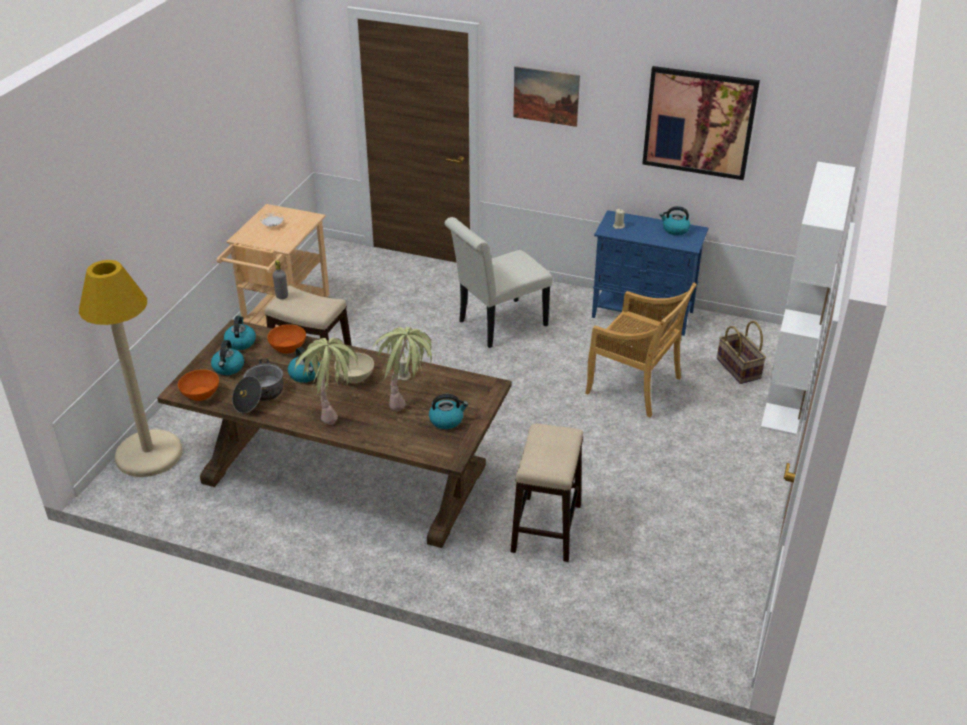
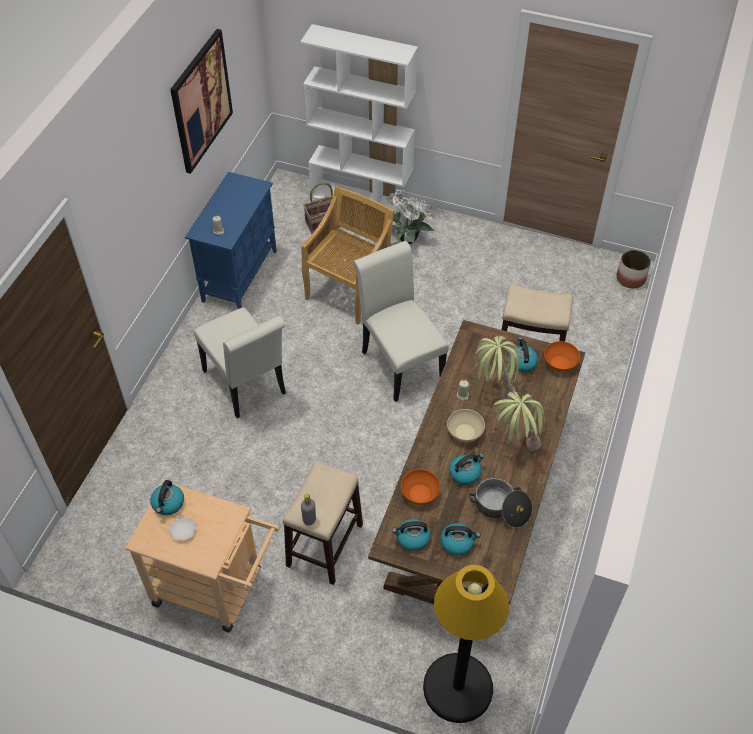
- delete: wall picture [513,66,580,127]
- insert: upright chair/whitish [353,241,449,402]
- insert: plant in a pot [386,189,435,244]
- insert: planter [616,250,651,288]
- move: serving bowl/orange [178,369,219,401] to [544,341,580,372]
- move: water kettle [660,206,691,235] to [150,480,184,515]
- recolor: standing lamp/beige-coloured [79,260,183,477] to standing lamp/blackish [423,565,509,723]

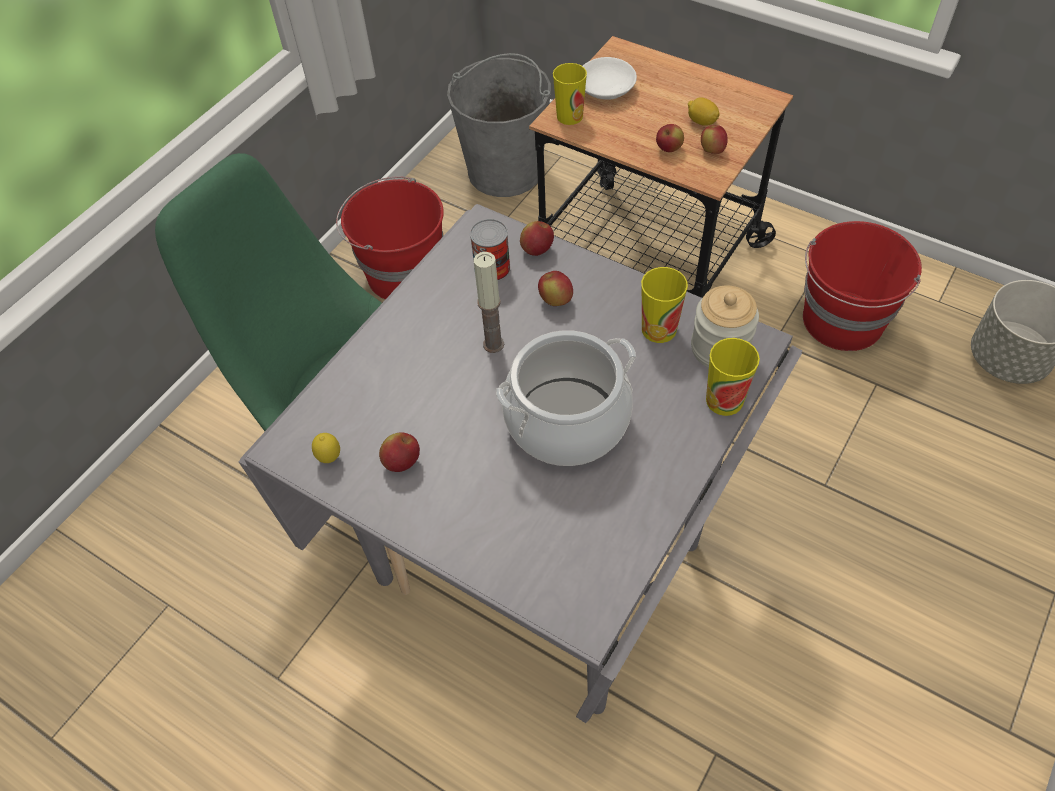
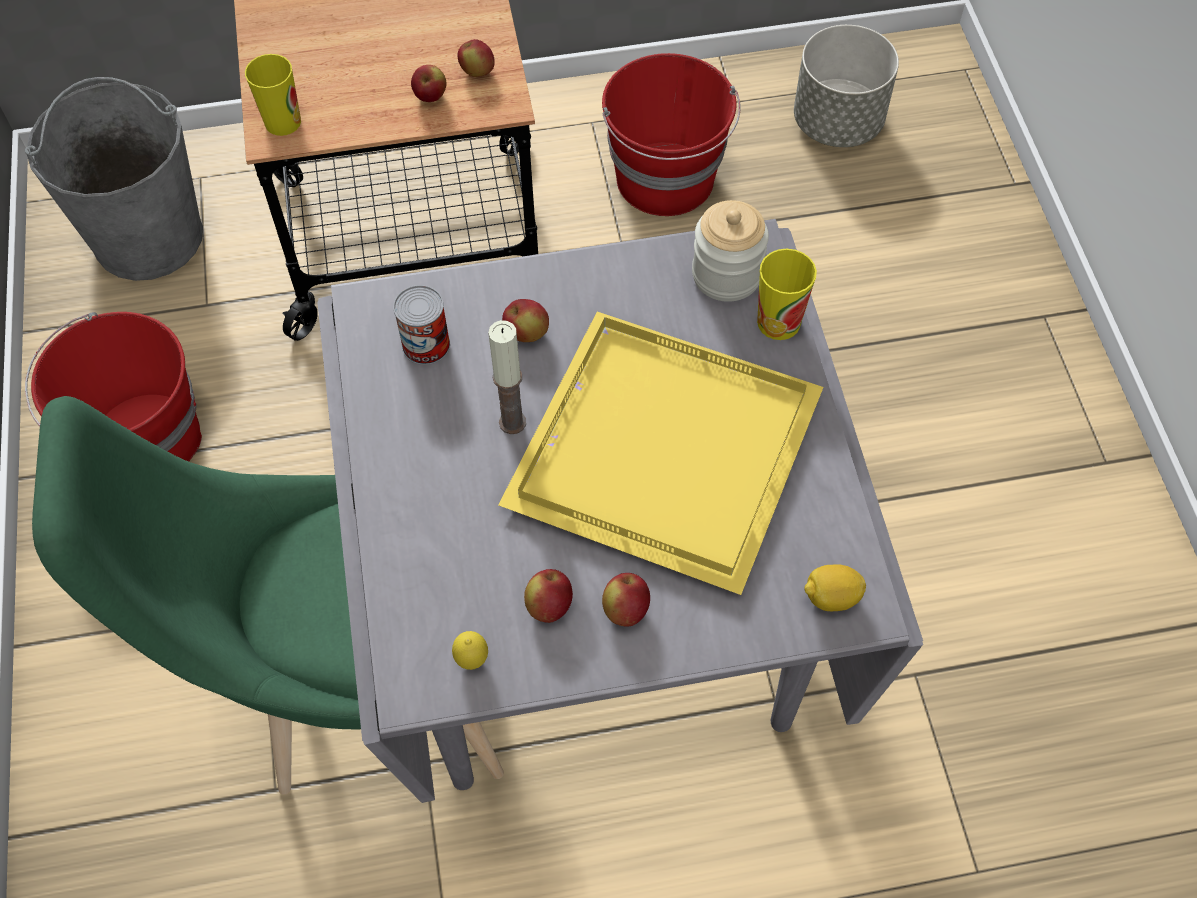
- delete: serving bowl/whitish [583,57,637,100]
- delete: small cup [641,267,688,343]
- move: whole apple [520,221,554,256] to [602,573,650,626]
- move: whole lemon [688,97,720,126] to [804,564,866,611]
- replace: stockpot [496,330,636,466] to carrying tray/yellowish [499,312,823,595]

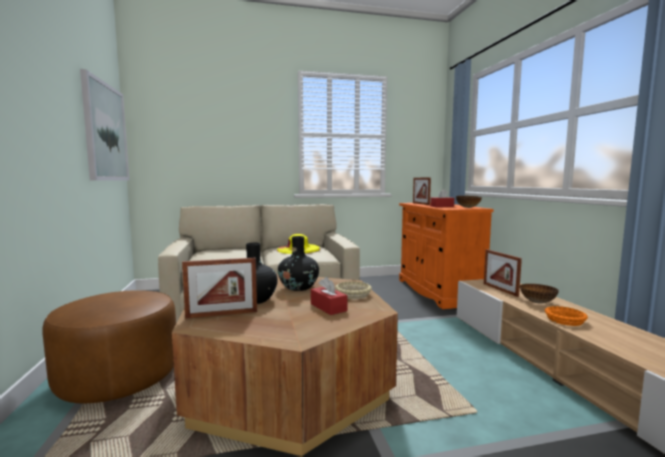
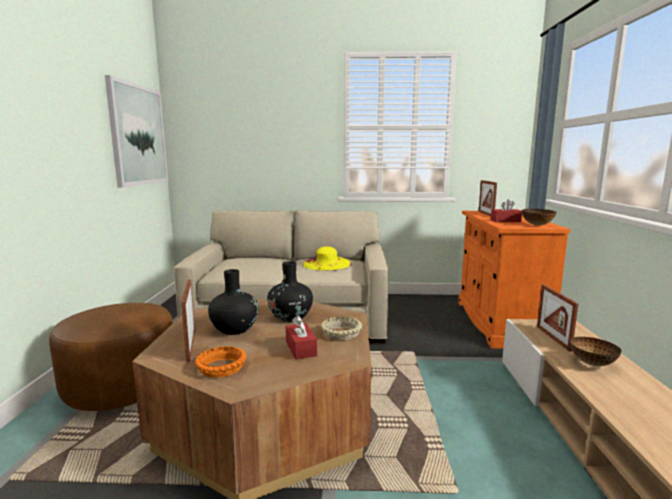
- move: serving bowl/orange [545,306,588,326] to [195,346,246,378]
- rotate: photo frame [182,258,257,319] = [181,280,195,361] 75 degrees clockwise

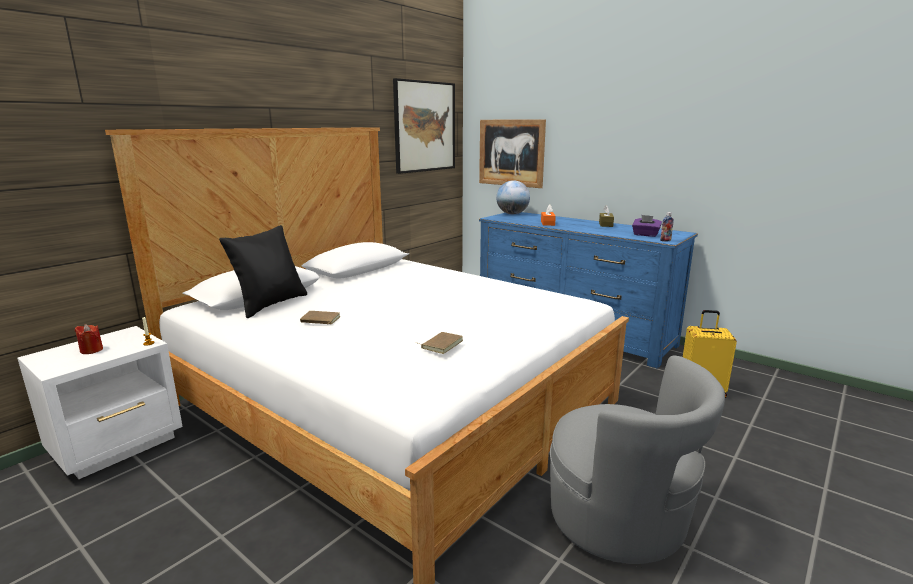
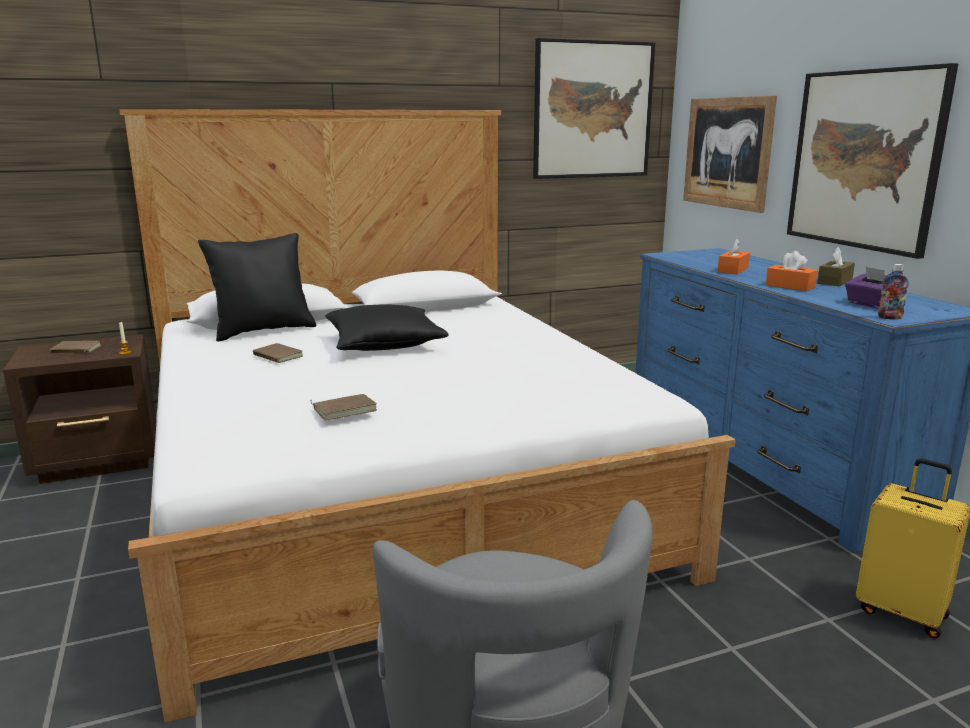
- delete: globe [496,180,530,214]
- insert: throw pillow/blackish [325,304,449,351]
- insert: tissue holder/orange [766,251,818,291]
- insert: wall picture [787,63,958,259]
- replace: candle/red-coloured [75,324,103,354] to bound book/brownish [50,341,101,353]
- recolor: night table/whitish [17,326,183,479] to night table/brownish [3,334,156,484]

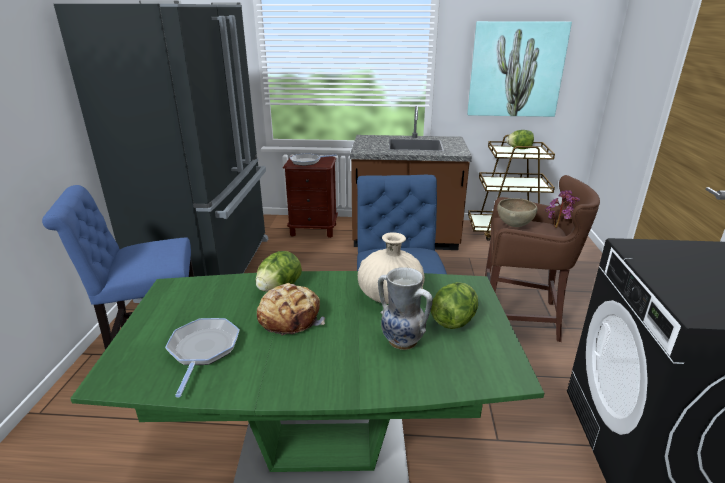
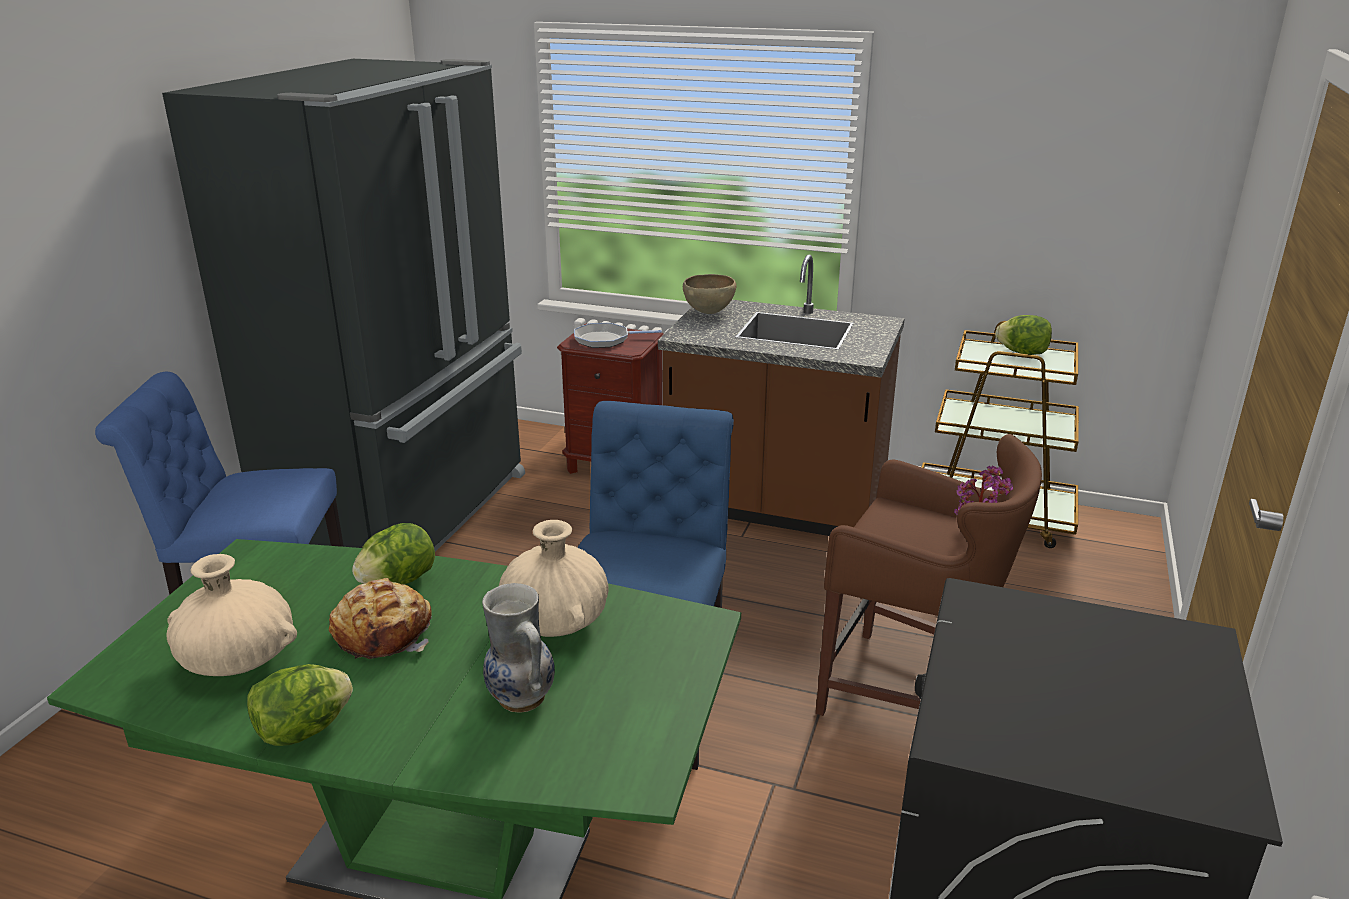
- delete: wall picture [467,21,572,117]
- move: lettuce [431,282,478,329] to [247,664,353,746]
- move: serving bowl/brownish [497,198,537,227] to [683,274,736,314]
- replace: frying pan [165,318,239,397] to flower vase/beige-coloured [166,554,297,676]

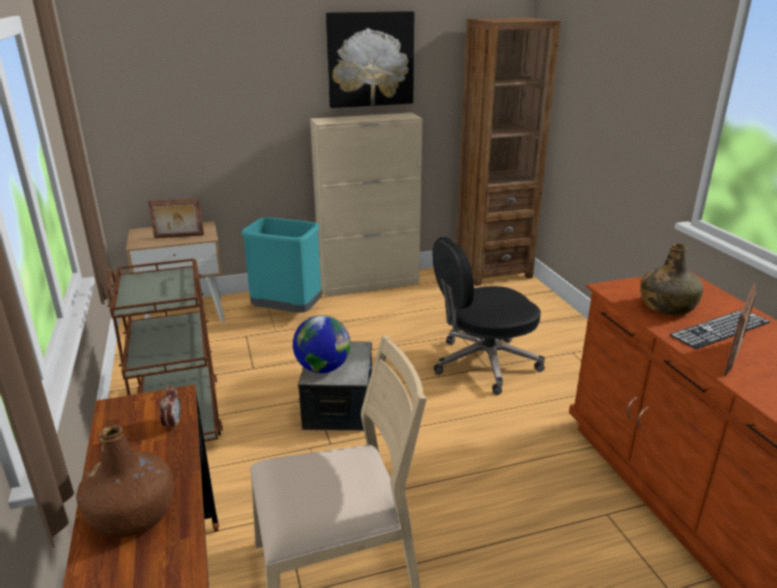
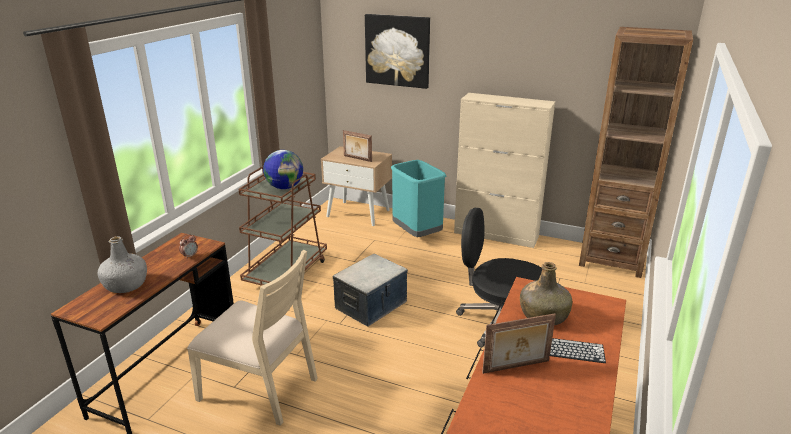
- move: globe [293,315,351,373] to [263,150,303,189]
- move: wall picture [326,11,414,108] to [365,14,430,89]
- recolor: bottle/brownish [76,425,174,537] to bottle/gray [97,236,147,293]

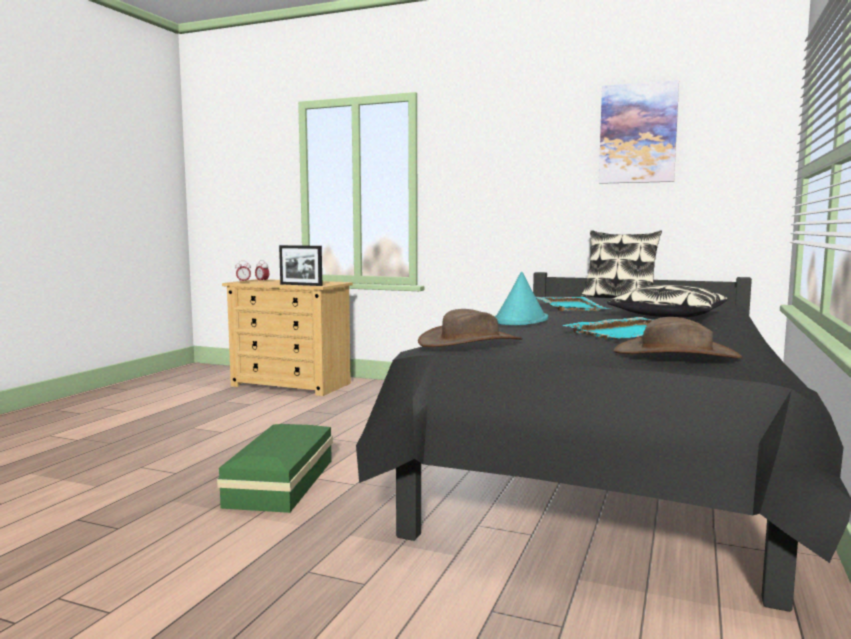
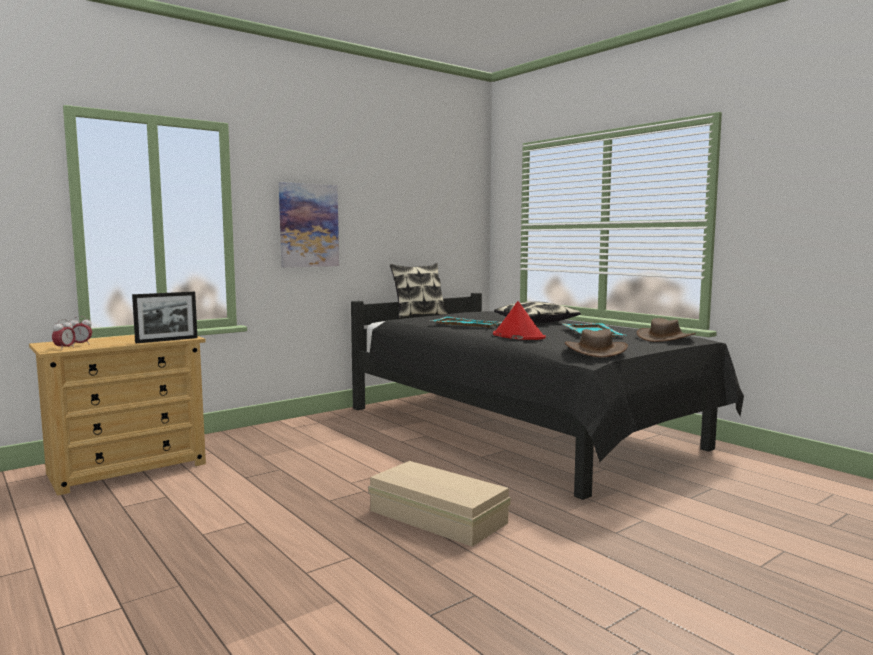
- move: wall picture [599,80,679,184] to [279,182,339,268]
- recolor: storage bin/greenish [217,424,333,513] to storage bin/beige-coloured [368,461,510,547]
- recolor: hat/turquoise [495,272,548,325] to hat/red-coloured [493,301,546,340]

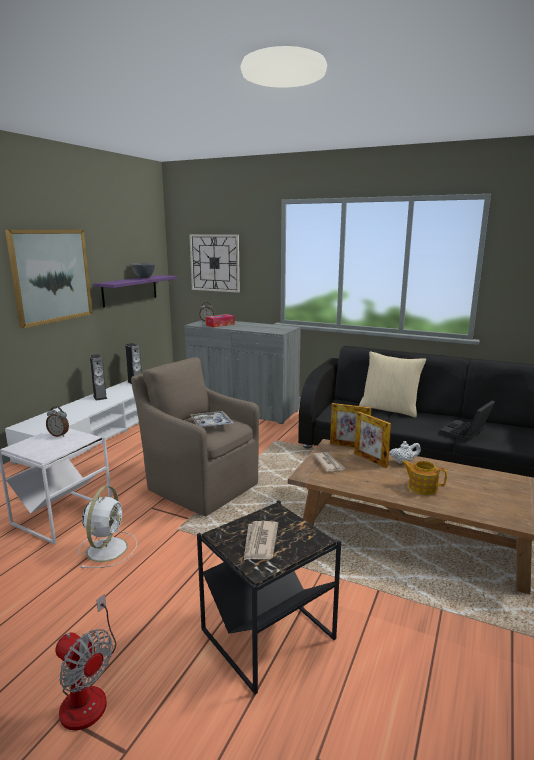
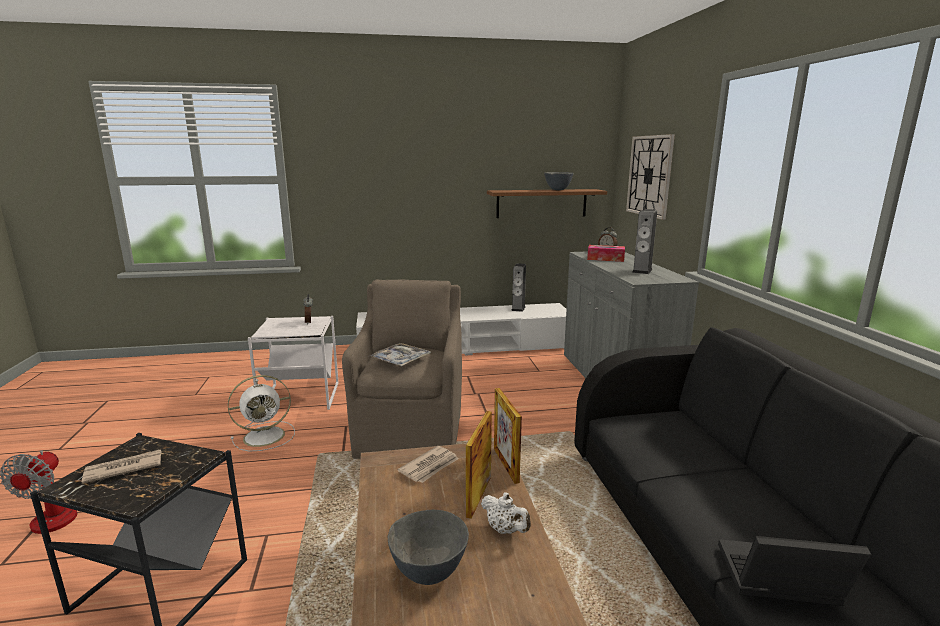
- delete: wall picture [5,230,93,328]
- delete: throw pillow/beige-coloured [359,351,426,418]
- move: speaker [90,354,107,401] to [632,209,657,274]
- replace: teapot [402,460,447,495] to serving bowl/gray [388,510,469,585]
- recolor: bracket shelf/purplish [94,275,177,308] to bracket shelf/brownish [487,189,607,218]

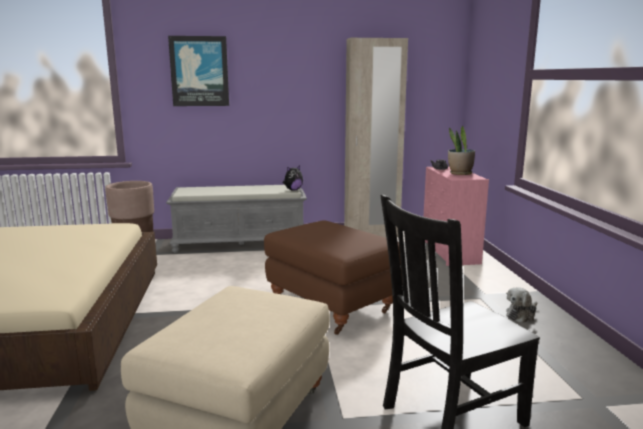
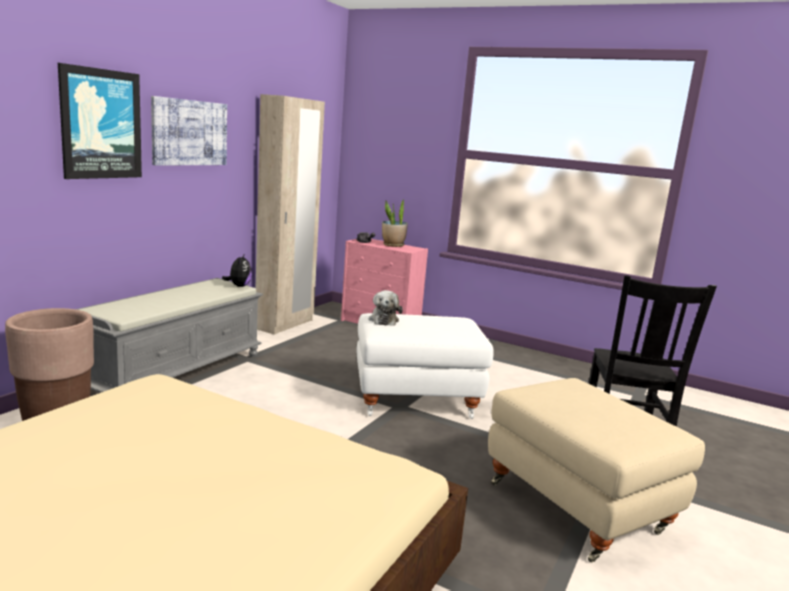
- insert: wall picture [151,96,227,165]
- move: plush toy [506,287,537,323] to [368,290,403,326]
- recolor: pouffe/brownish [264,220,402,335] to pouffe/whitish [357,313,494,419]

